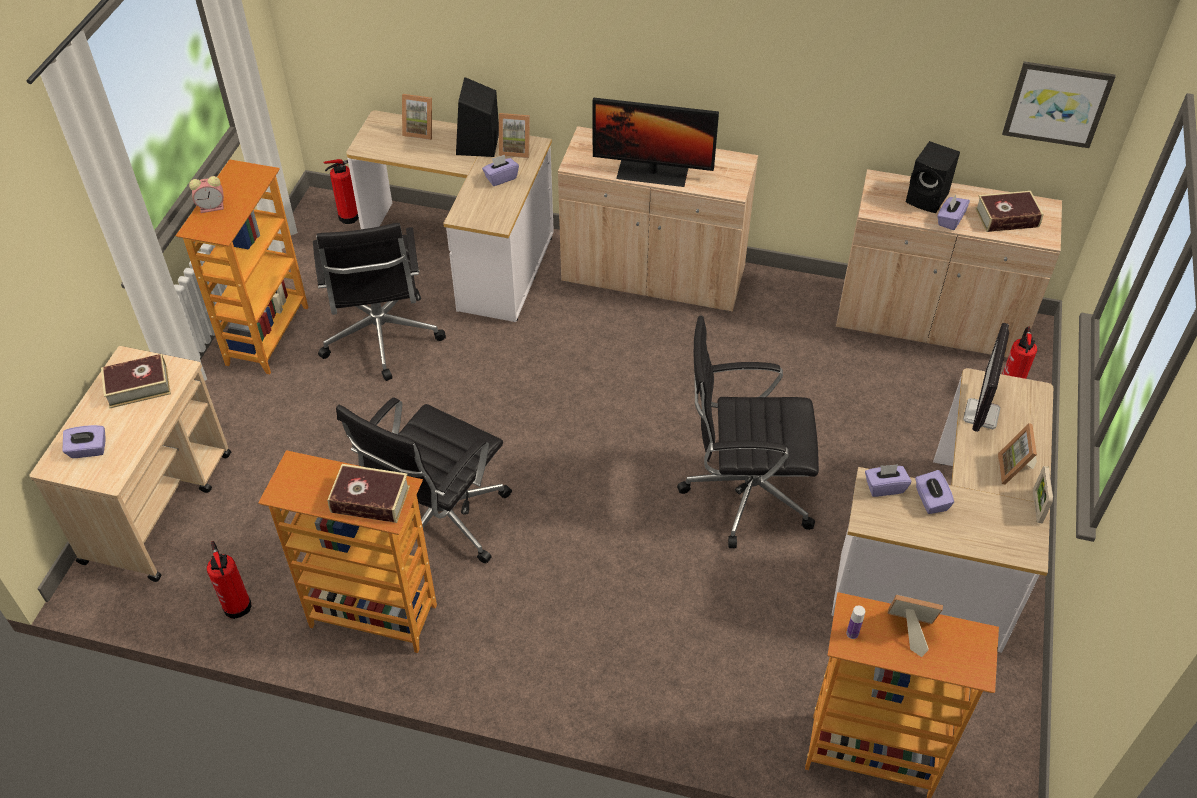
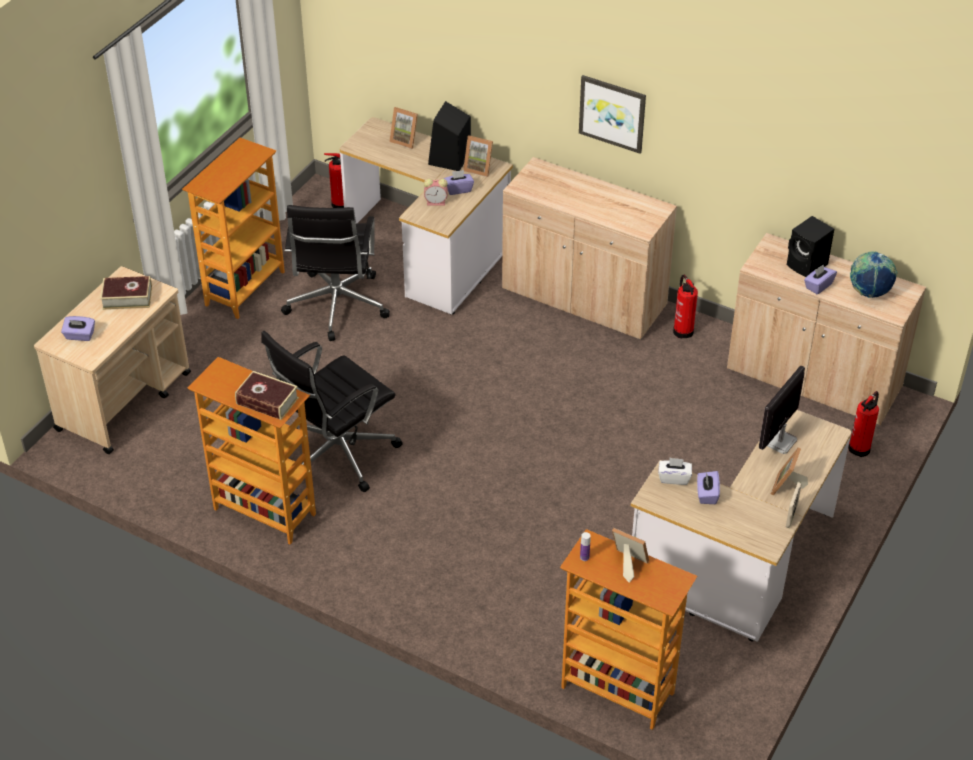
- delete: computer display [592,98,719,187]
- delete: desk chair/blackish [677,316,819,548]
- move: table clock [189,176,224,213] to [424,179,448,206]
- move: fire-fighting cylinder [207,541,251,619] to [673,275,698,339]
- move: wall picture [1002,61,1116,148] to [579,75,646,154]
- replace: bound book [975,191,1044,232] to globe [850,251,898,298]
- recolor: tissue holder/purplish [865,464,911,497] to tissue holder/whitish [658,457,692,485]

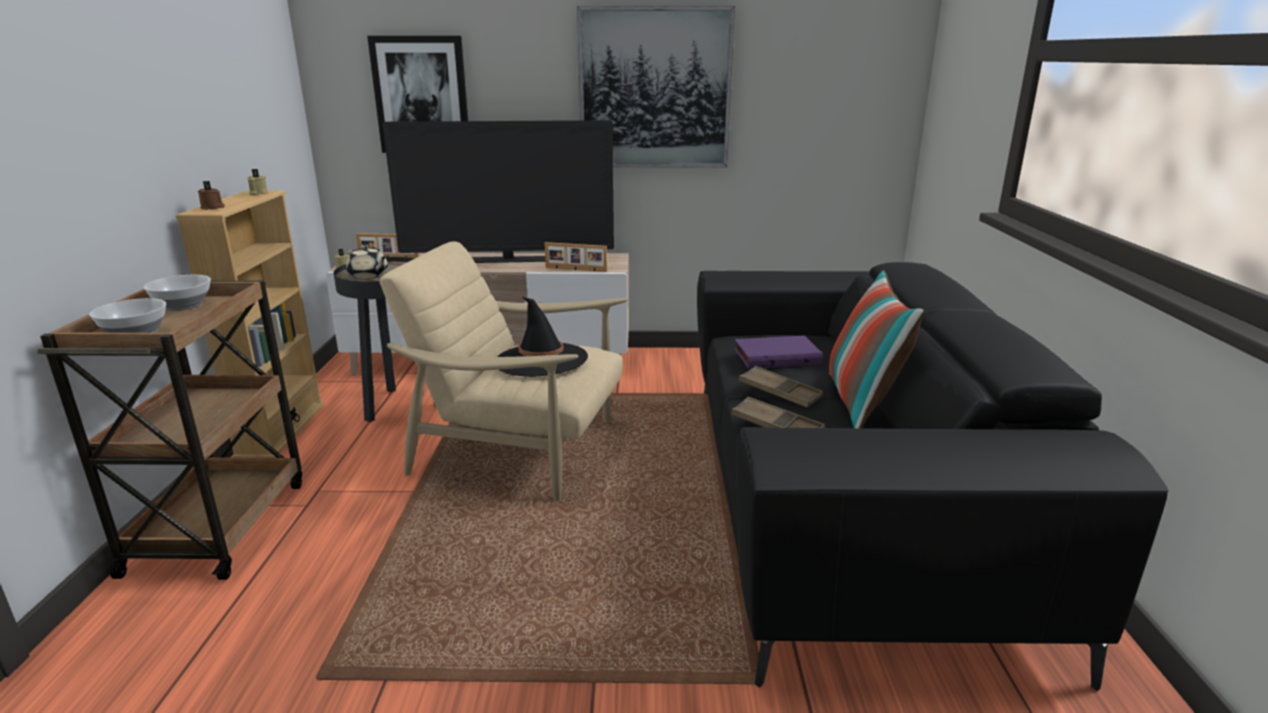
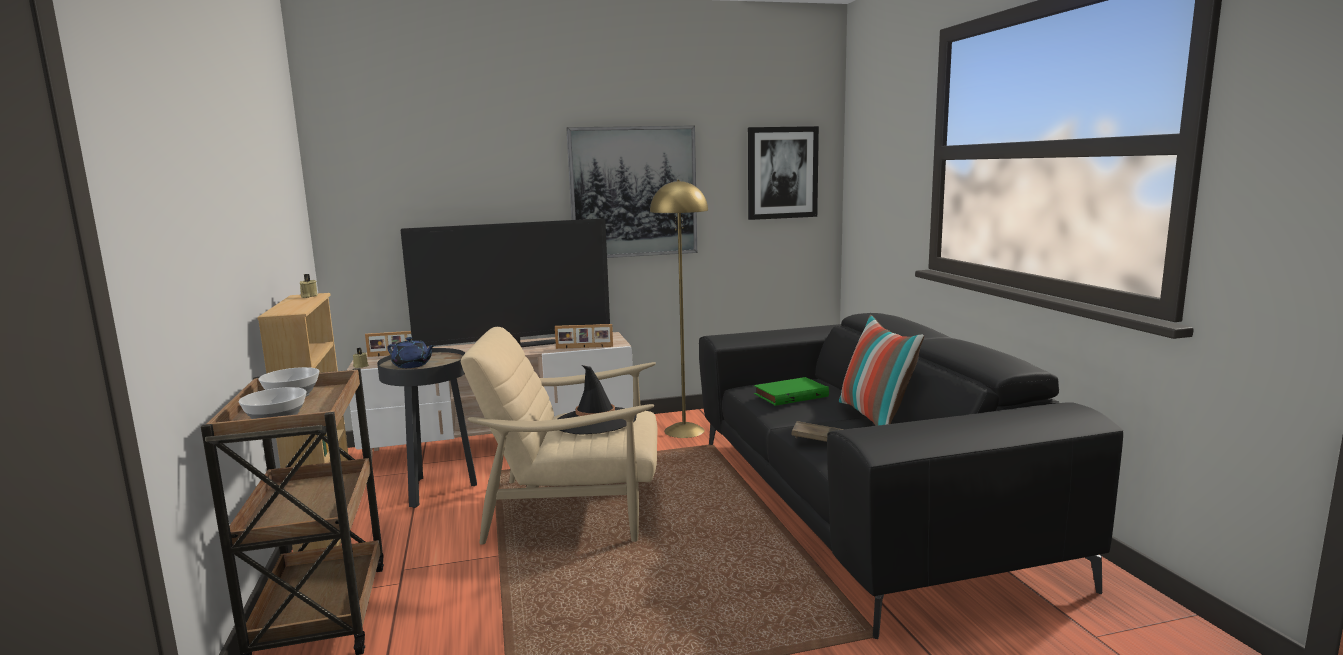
- delete: candle/brownish [198,181,225,210]
- delete: carrying tray/brownish [739,366,823,408]
- insert: standing lamp/yellowish [650,180,708,438]
- move: wall picture [367,36,468,153] to [748,126,819,220]
- recolor: teapot/beige-coloured [346,245,388,279] to teapot/blue [387,337,435,368]
- recolor: bound book/purplish [734,336,823,369] to bound book/greenish [754,377,829,406]

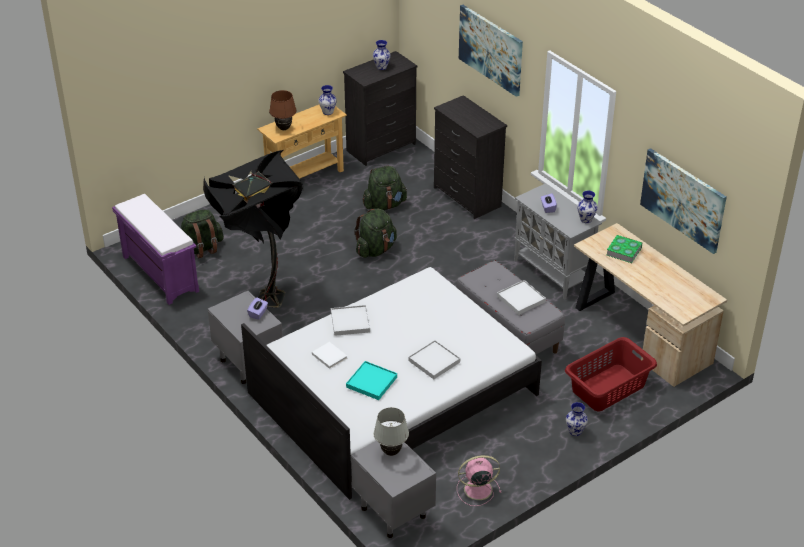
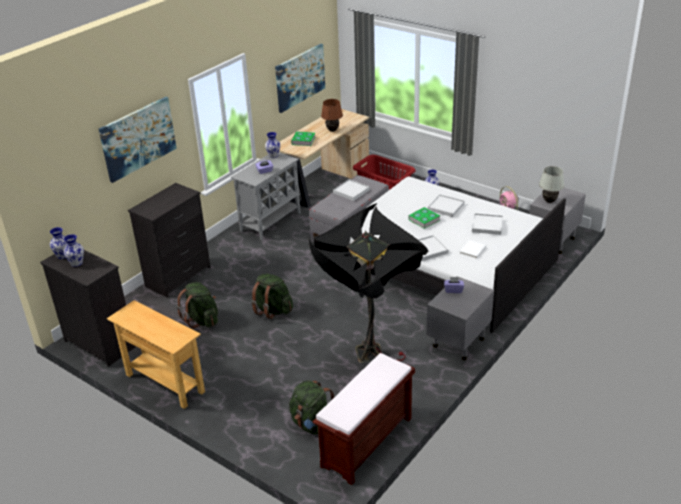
- insert: bound book [408,207,440,229]
- move: tabletop lamp/brownish [269,90,297,130] to [321,99,343,132]
- move: flower vase [319,85,337,115] to [50,227,67,259]
- recolor: indoor bench/purplish [112,194,199,305] to indoor bench/brownish [313,353,415,485]
- recolor: carrying tray/turquoise [346,361,397,400] to carrying tray/whitish [472,213,503,235]

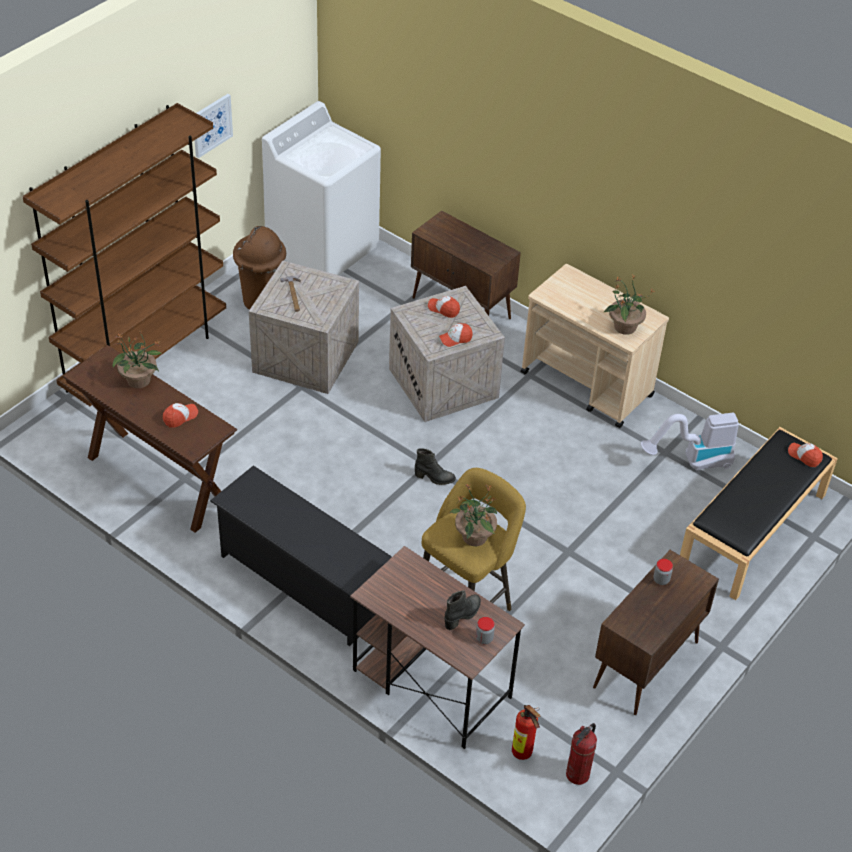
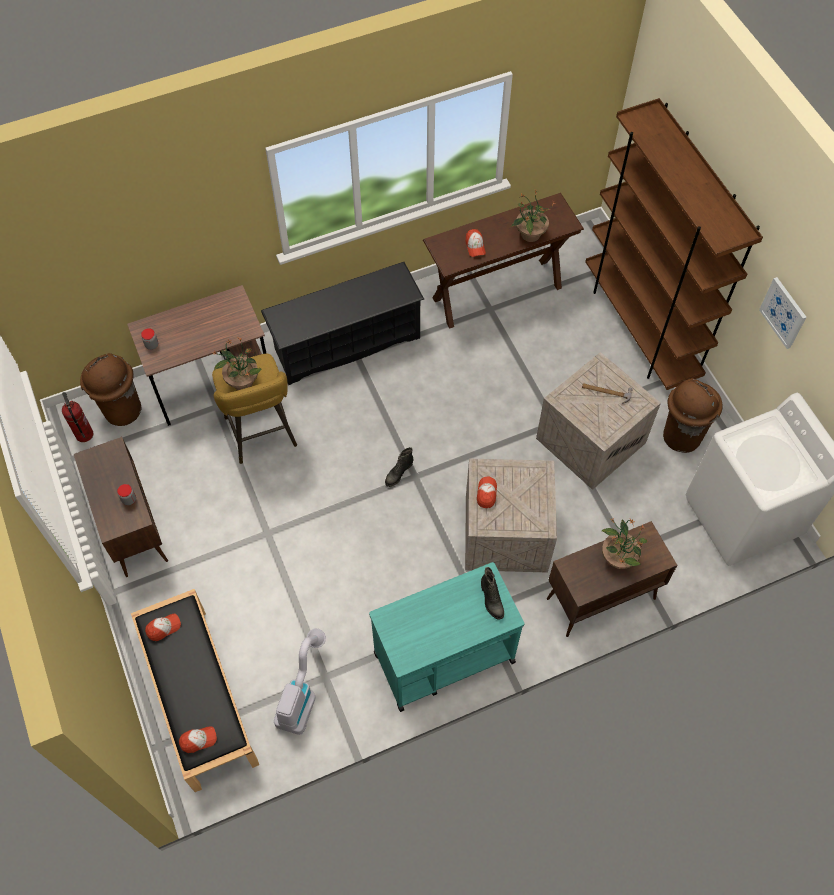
- move: cap [428,296,460,318] to [145,614,181,641]
- move: tall boot/blackish [445,590,481,630] to [481,567,504,619]
- move: plant in a pot [603,274,655,335] to [602,517,647,569]
- replace: fire-fighting cylinder [512,705,541,760] to rubbish bin/brownish [80,353,142,426]
- recolor: wheeled cart/beige-coloured [521,264,669,428] to wheeled cart/turquoise [369,562,525,712]

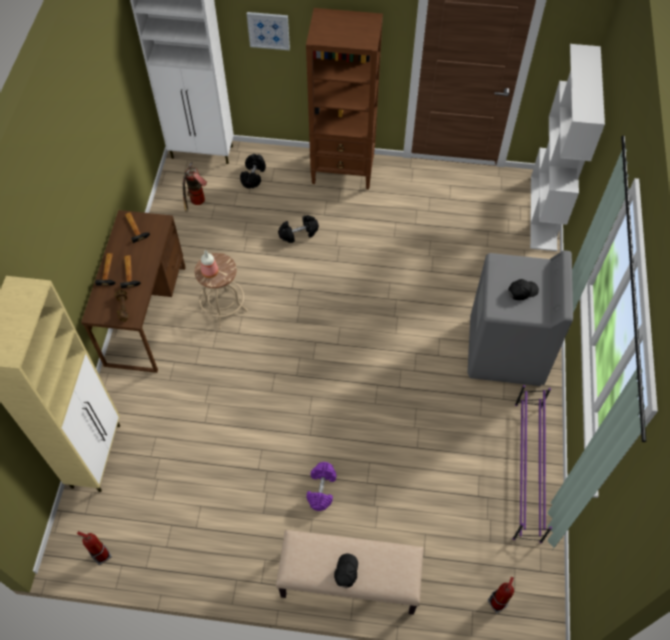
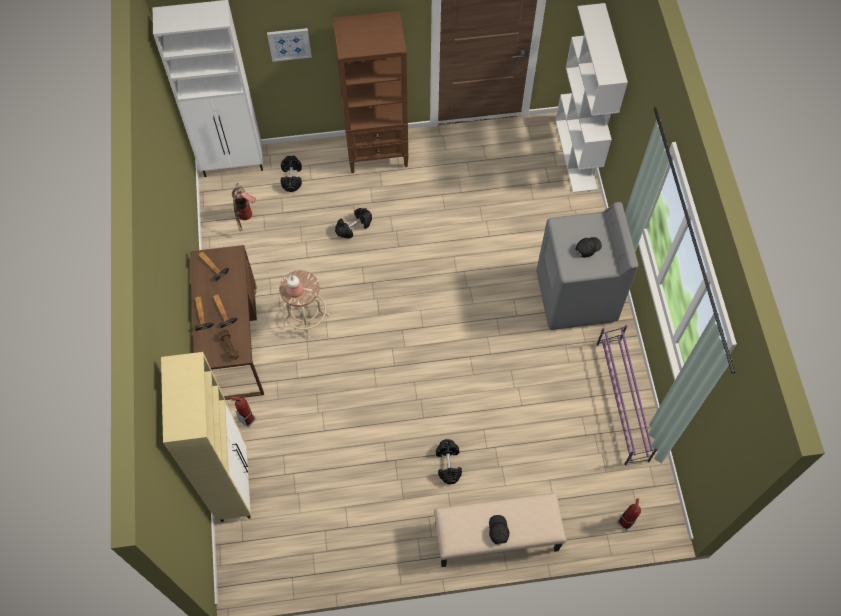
- move: fire-fighting cylinder [77,531,112,565] to [231,397,256,427]
- recolor: hand weight/purplish [306,462,336,511] to hand weight/blackish [436,439,462,484]

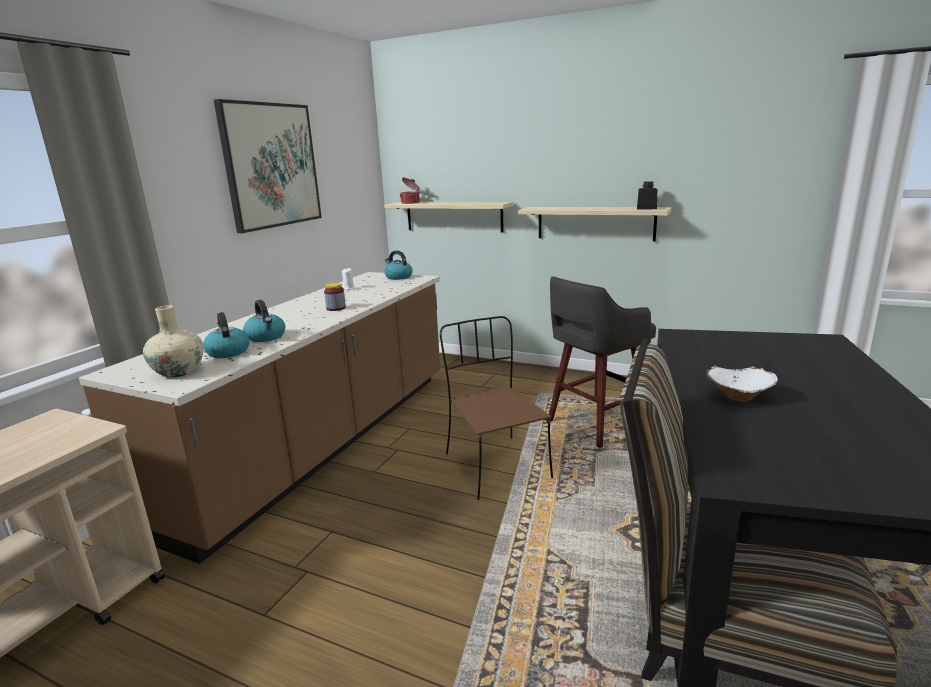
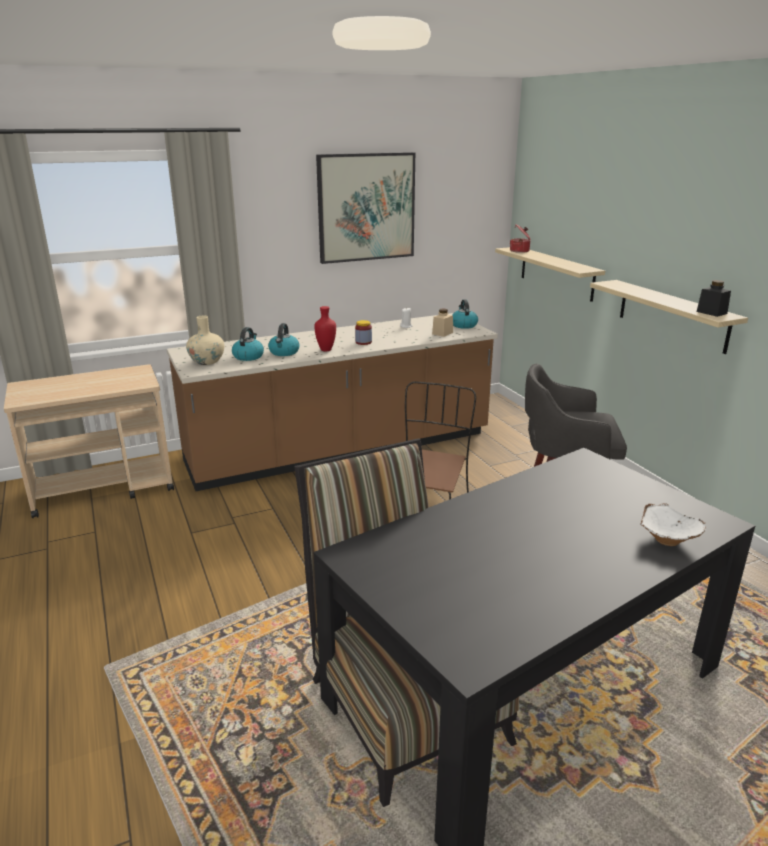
- insert: flower vase/red-coloured [314,306,336,351]
- insert: storage jar/beige-coloured [432,309,453,337]
- move: serving bowl/whitish [706,365,778,402] to [640,503,706,546]

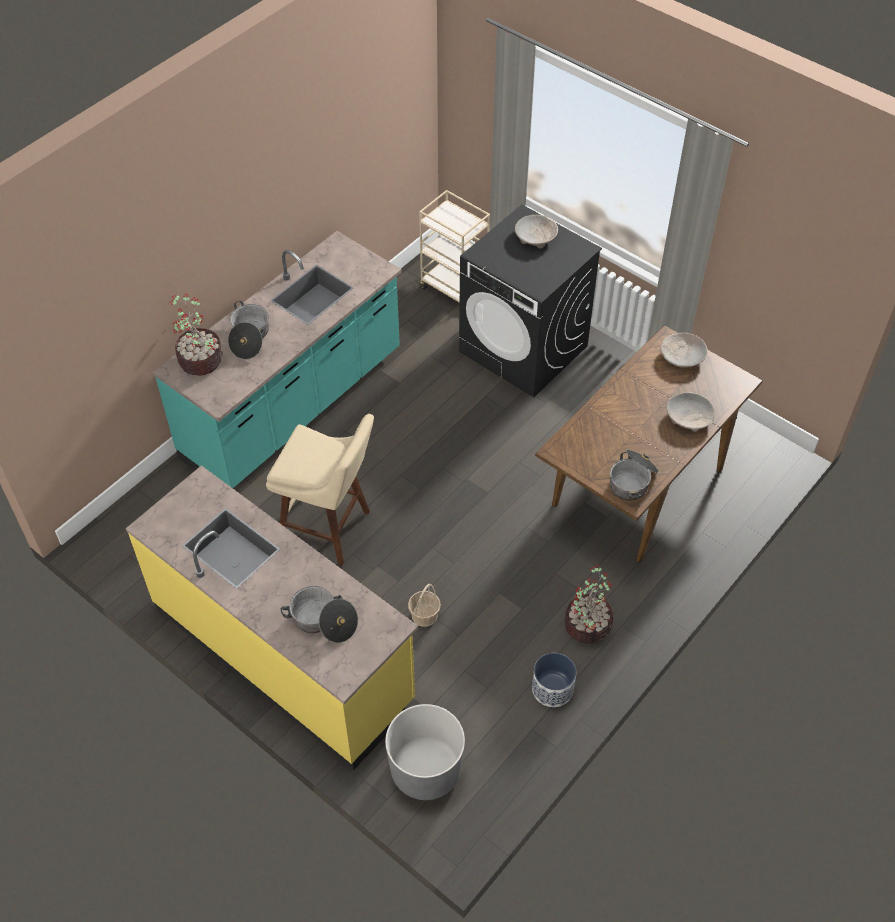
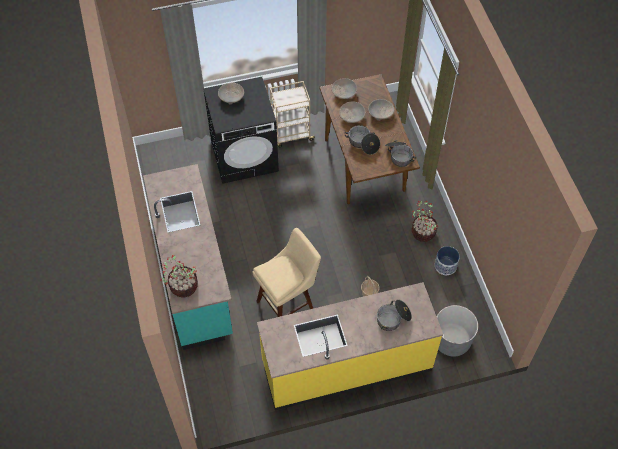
- insert: serving bowl/beige-coloured [339,101,365,123]
- move: stockpot [228,301,269,359] to [344,125,380,155]
- move: wheeled cart/beige-coloured [419,190,490,308] to [270,81,315,147]

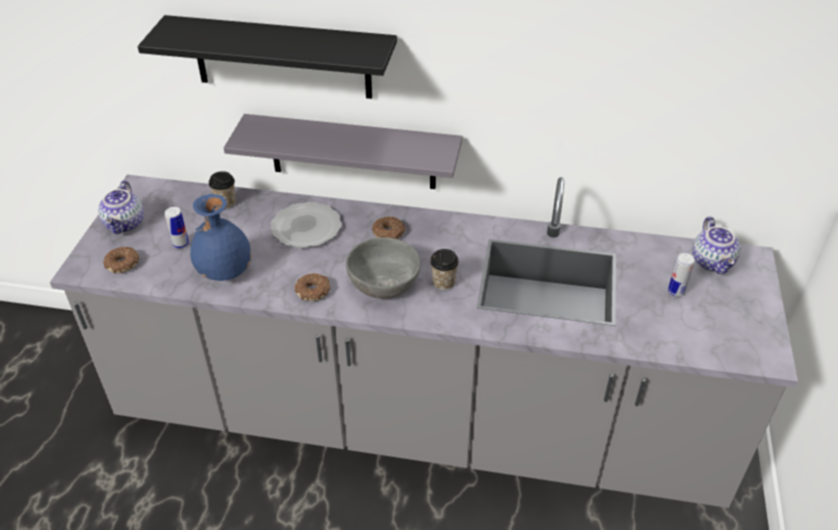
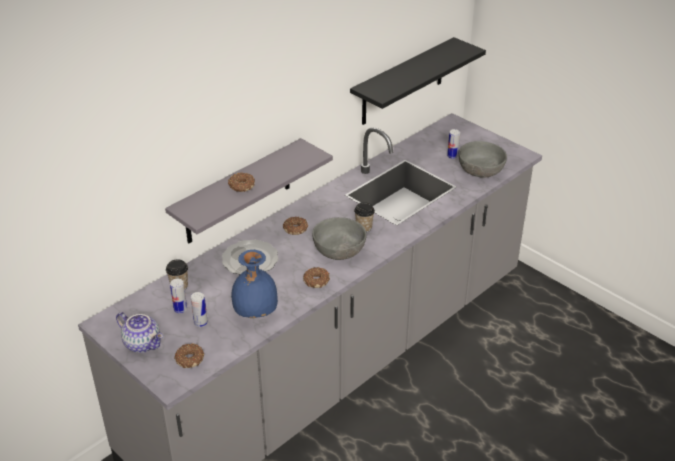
- delete: teapot [692,217,740,274]
- insert: sealed can [170,279,187,313]
- insert: doughnut [228,173,255,192]
- insert: serving bowl/gray [458,141,507,178]
- move: bracket shelf/blackish [138,15,397,99] to [350,37,486,125]

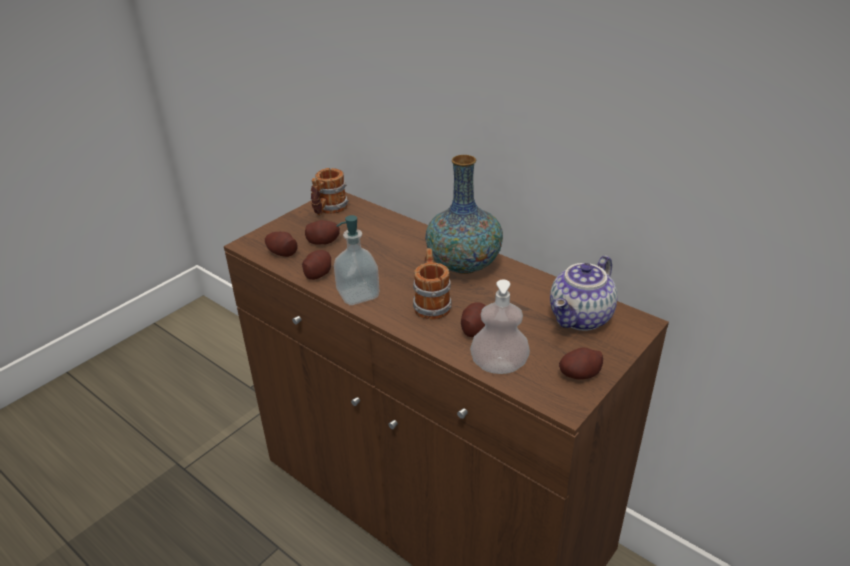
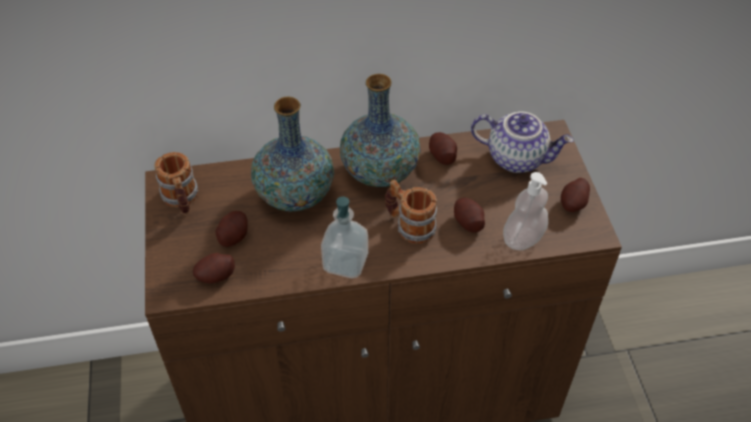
- insert: flower vase [251,97,334,212]
- move: spud [302,250,331,280] to [429,132,457,165]
- rotate: teapot [550,255,618,331] = [471,111,574,173] 60 degrees counterclockwise

